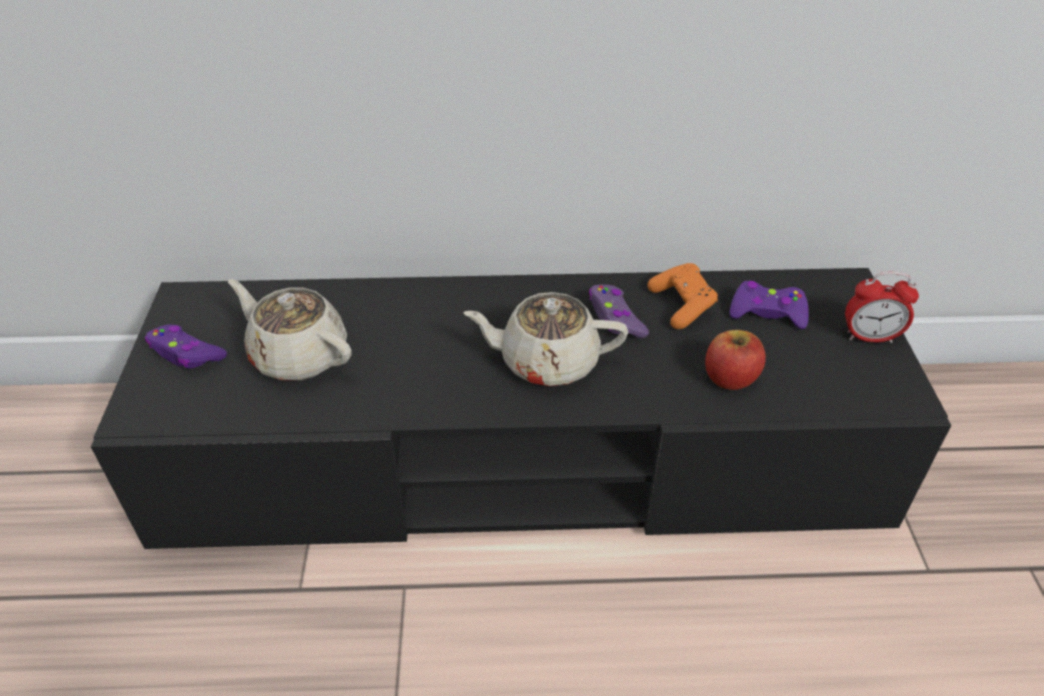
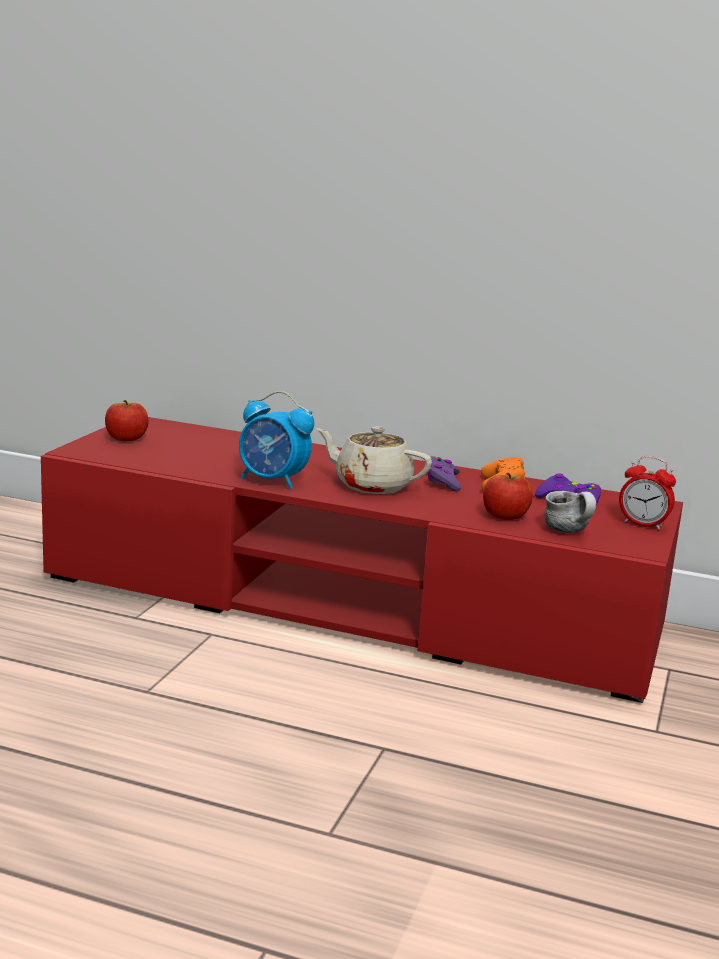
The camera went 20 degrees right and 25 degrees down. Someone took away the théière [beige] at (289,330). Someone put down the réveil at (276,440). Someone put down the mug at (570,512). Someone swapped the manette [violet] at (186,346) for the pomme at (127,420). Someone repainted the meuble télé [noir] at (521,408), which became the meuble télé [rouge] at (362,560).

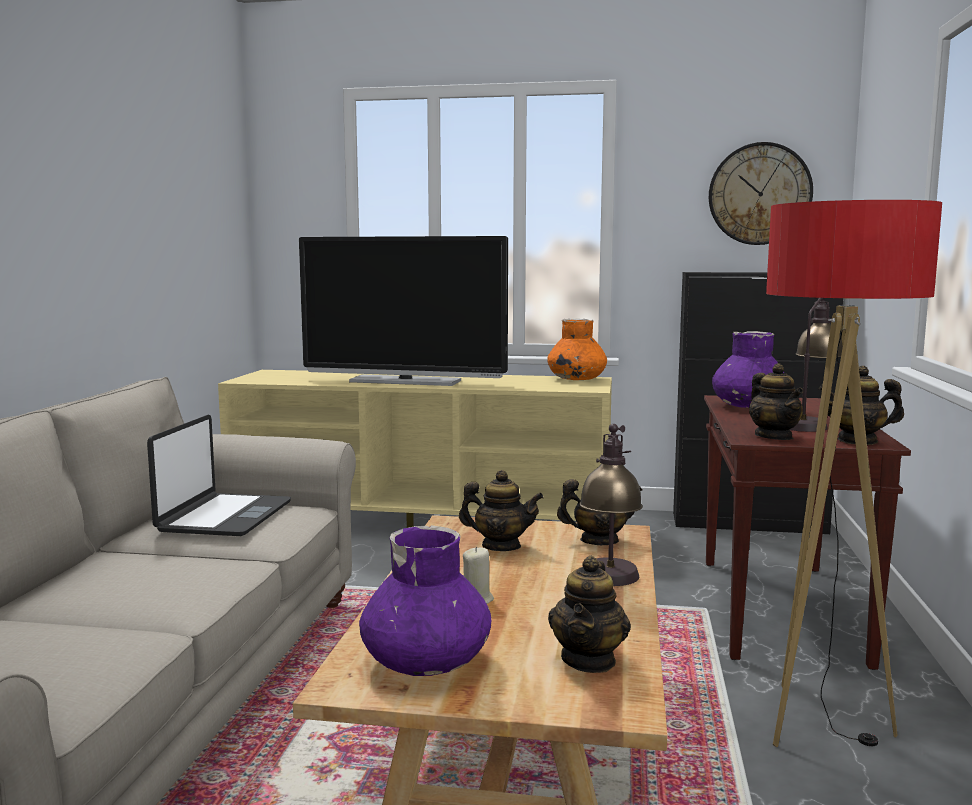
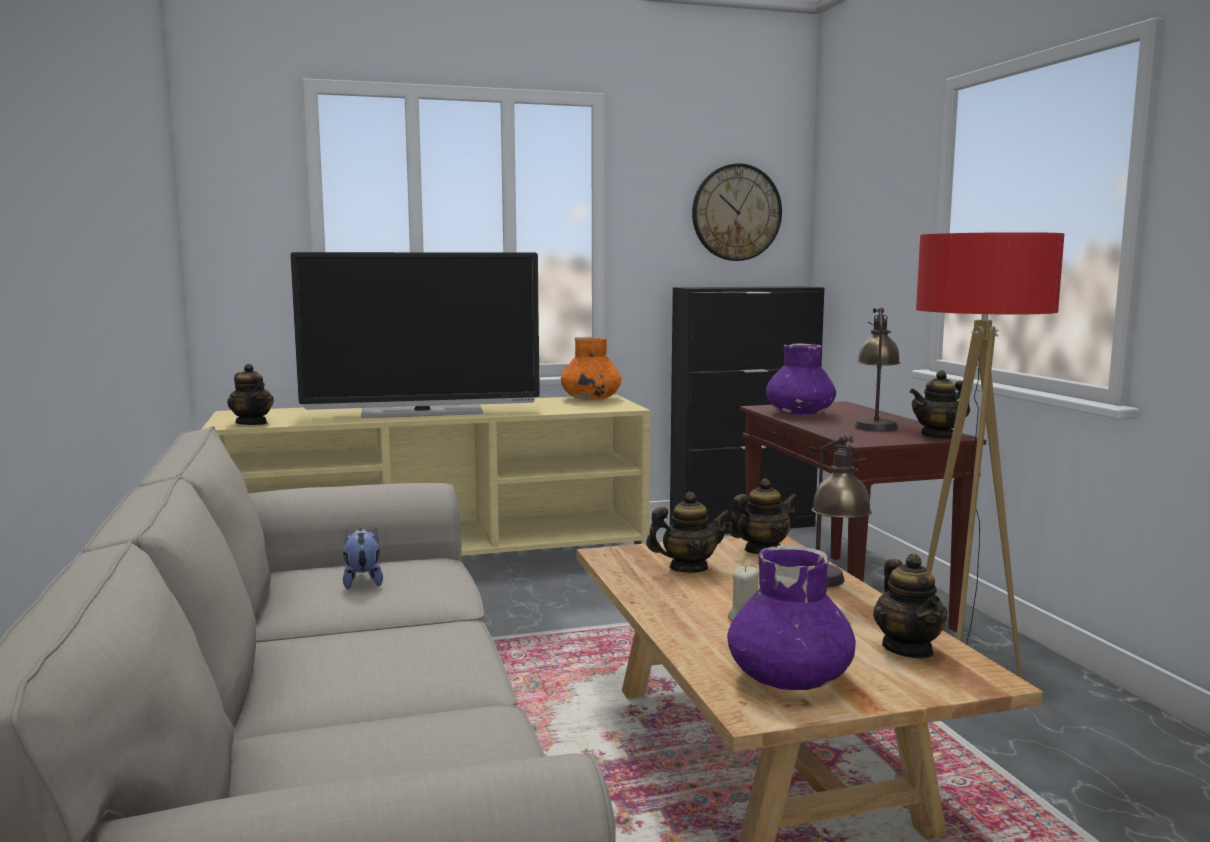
The camera went 25 degrees left and 0 degrees up. Someone carried the théière from (776,401) to (250,394). Someone swapped the ordinateur portable at (219,475) for the peluche at (363,558).

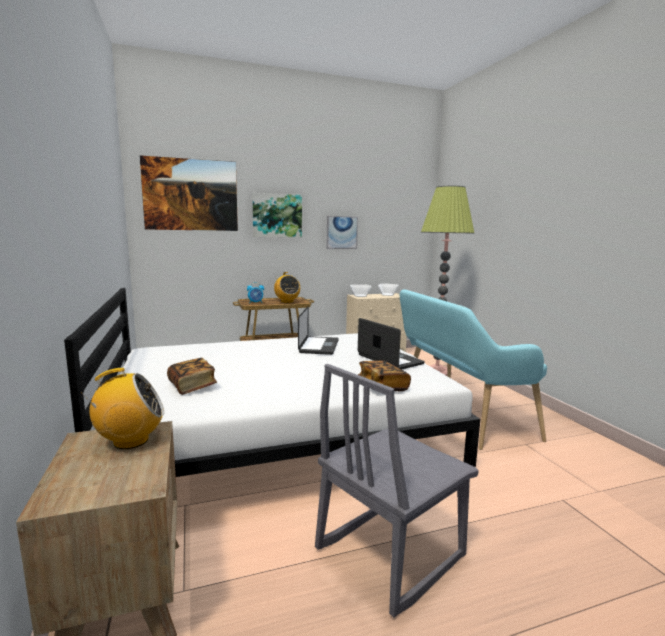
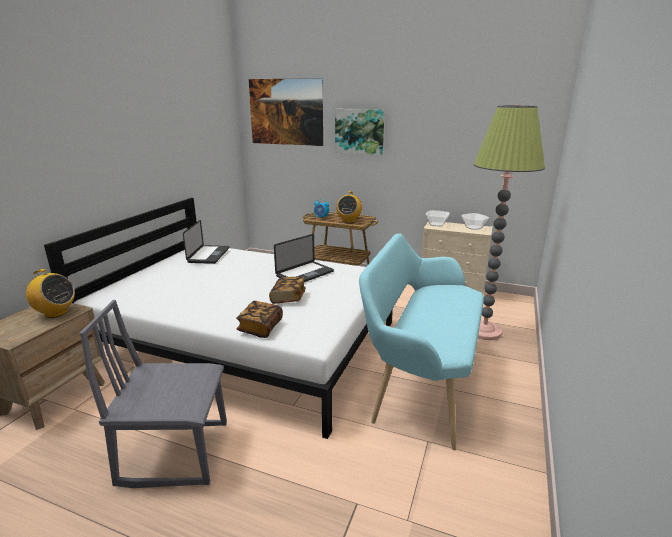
The camera went 40 degrees right and 10 degrees up. Someone took away the tableau at (342,232). Someone carried the livre from (192,376) to (287,290). Someone carried the ordinateur portable from (391,343) to (206,242).

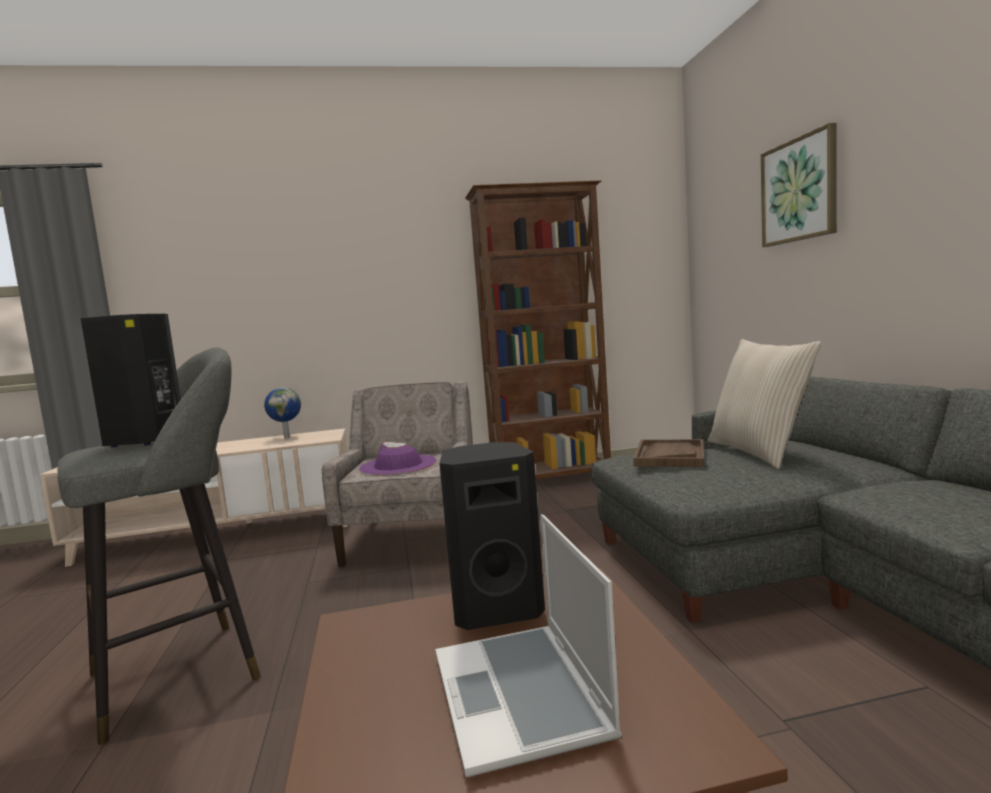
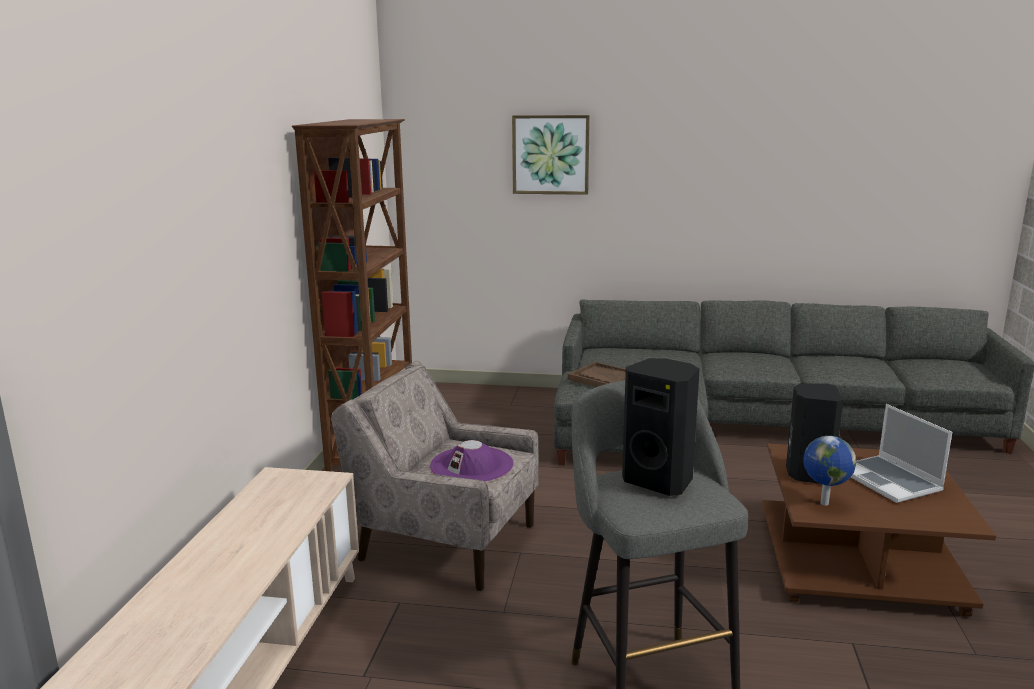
The camera went 70 degrees left and 10 degrees up. Someone took away the coussin [beige] at (764,404). Someone carried the globe from (282,412) to (829,471). Someone rotated the ordinateur portable at (528,646) by 60 degrees clockwise.

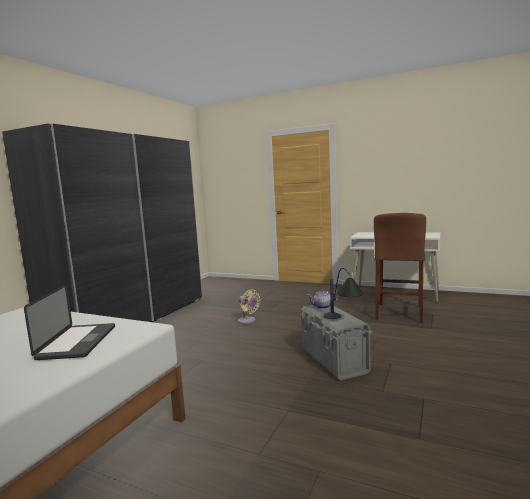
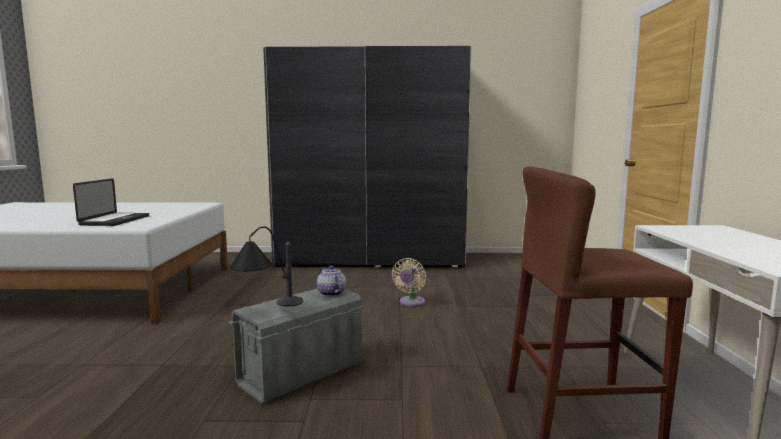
The camera went 65 degrees right and 0 degrees up. Someone rotated the ordinateur portable at (69,322) by 60 degrees counterclockwise.

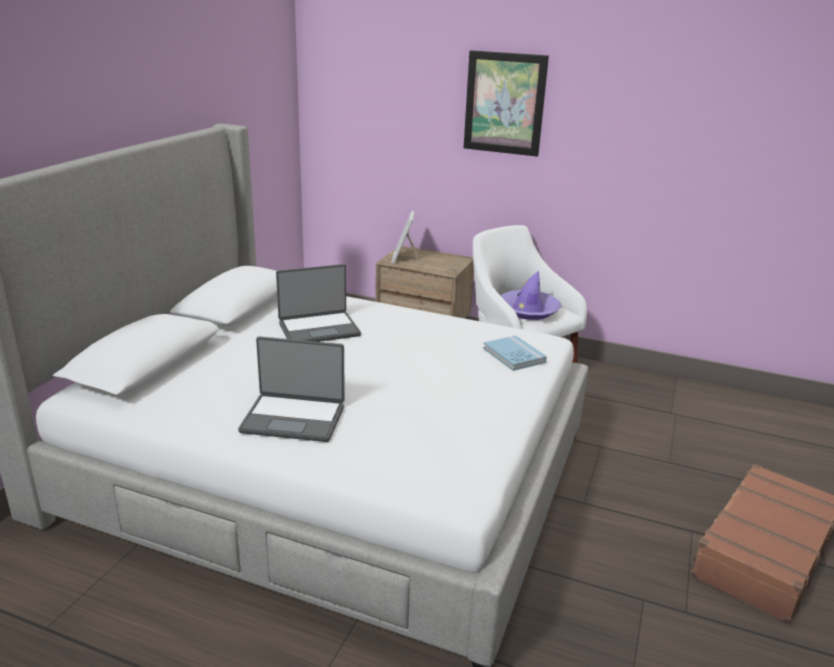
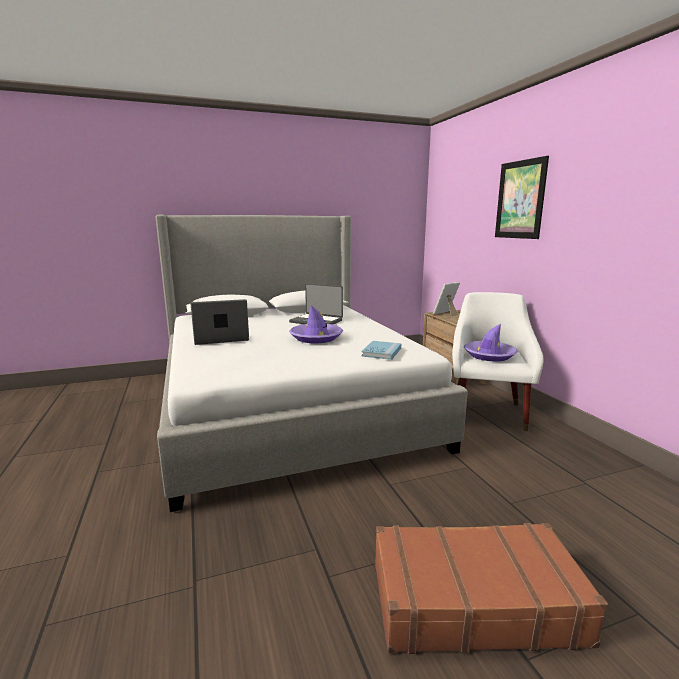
The camera went 50 degrees right and 10 degrees down. Someone put down the chapeau [violet] at (316,324). Someone rotated the ordinateur portable at (291,389) by 105 degrees clockwise.

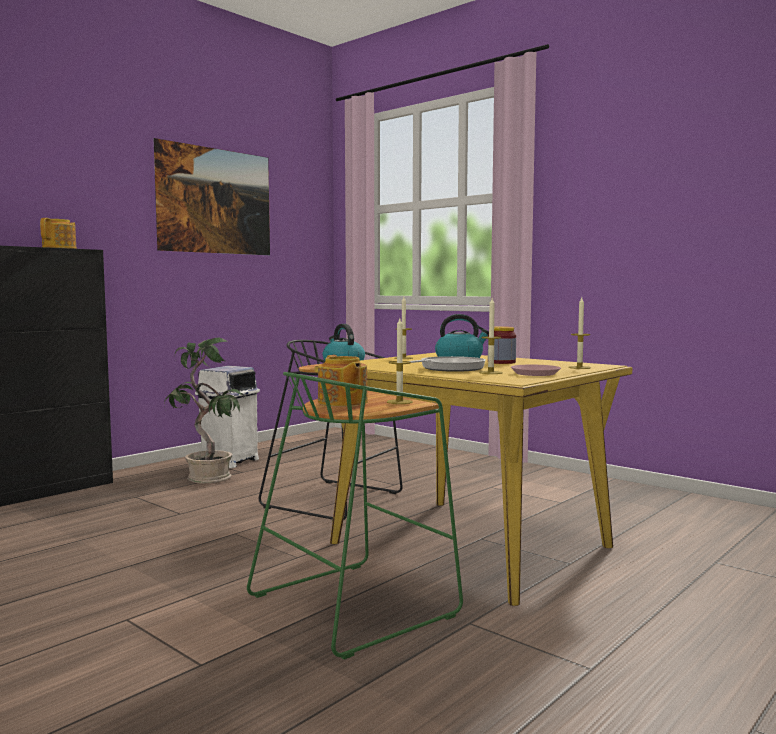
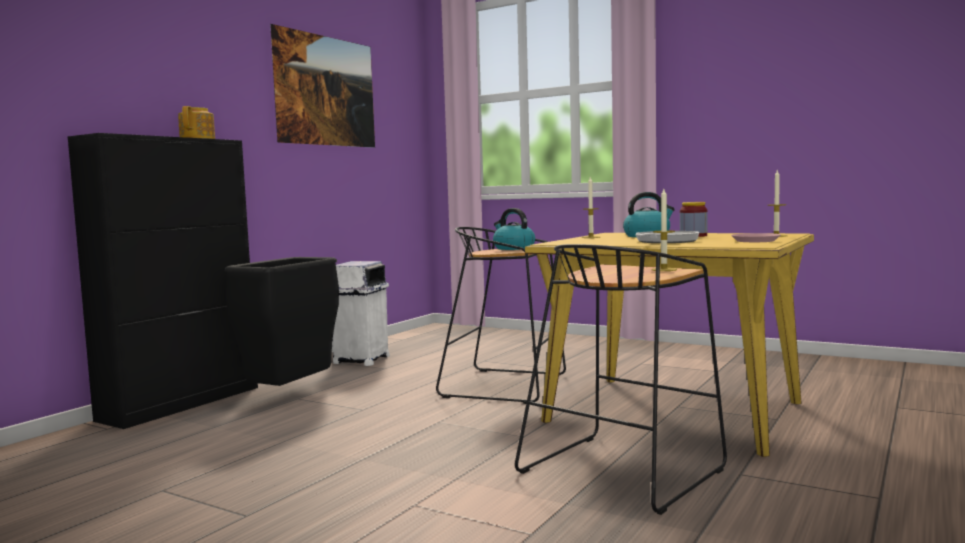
The camera went 10 degrees left and 0 degrees up. Someone took away the plante en pot at (205,410). Someone took away the théière at (343,380). Someone took away the bougie at (491,336). Someone put down the poubelle [noir] at (282,321). Someone repainted the tabouret [vert] at (355,516), which became the tabouret [noir] at (621,379).

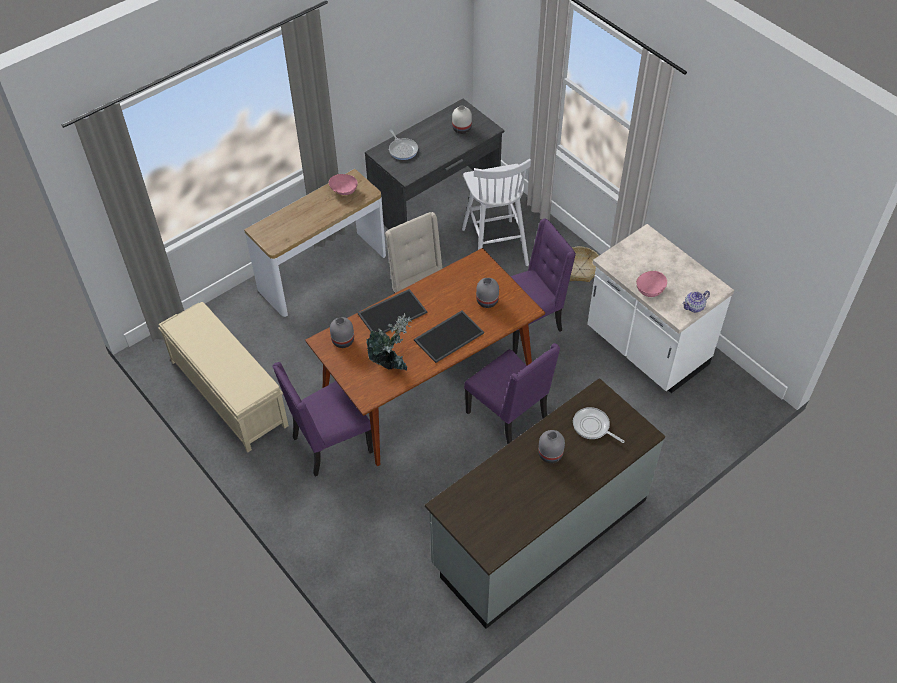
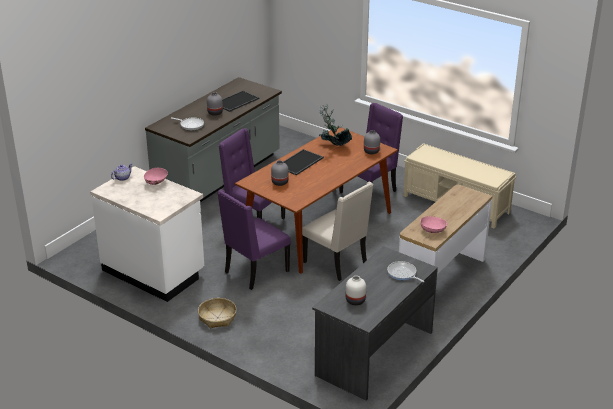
The camera went 165 degrees right and 20 degrees down. Someone took away the tabouret [blanc] at (496,212). Someone carried the plateau from (392,311) to (240,101).

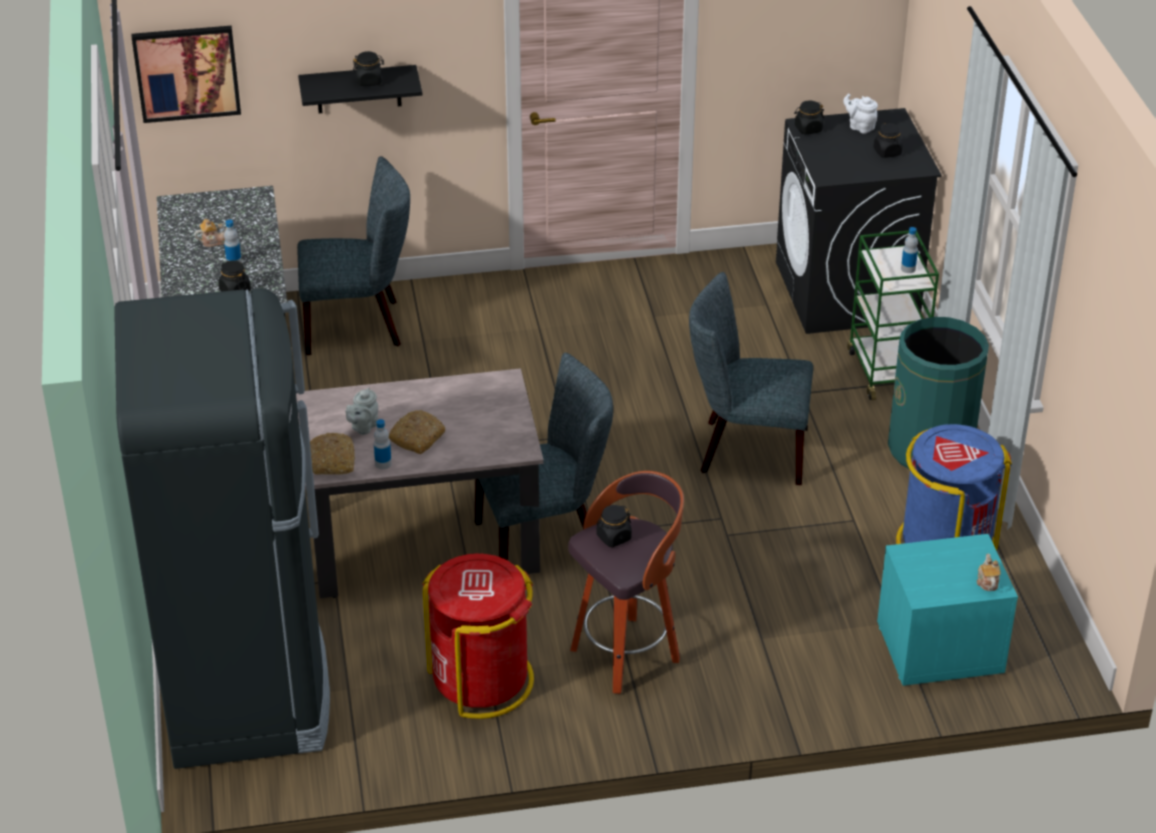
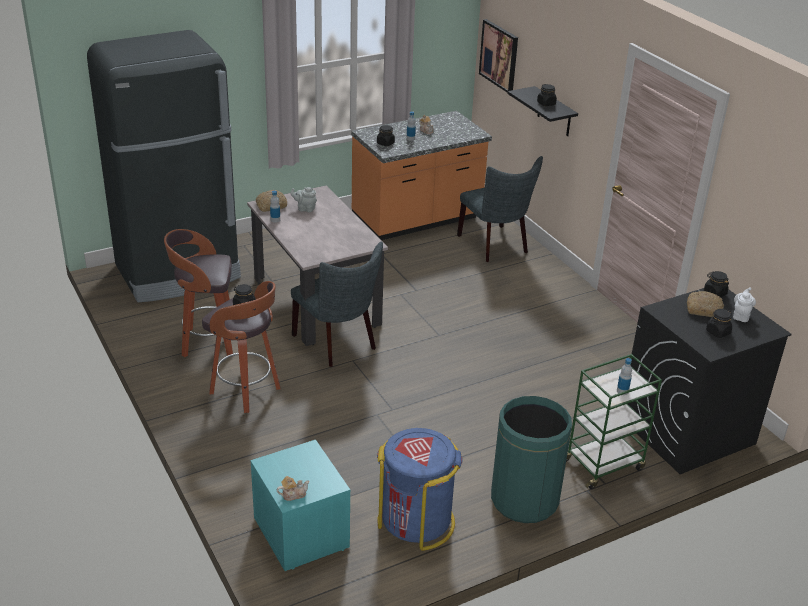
The camera went 70 degrees right and 5 degrees down. Someone took away the chaise [gris] at (751,378). Someone carried the pain from (417,432) to (705,304). Someone swapped the poubelle [rouge] at (478,636) for the tabouret at (198,293).

